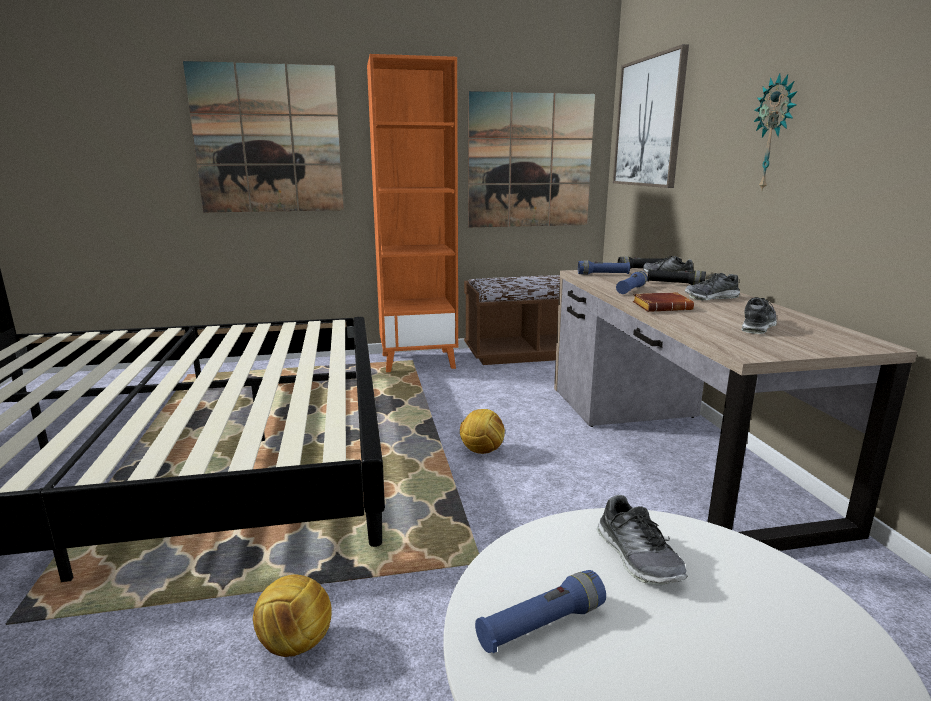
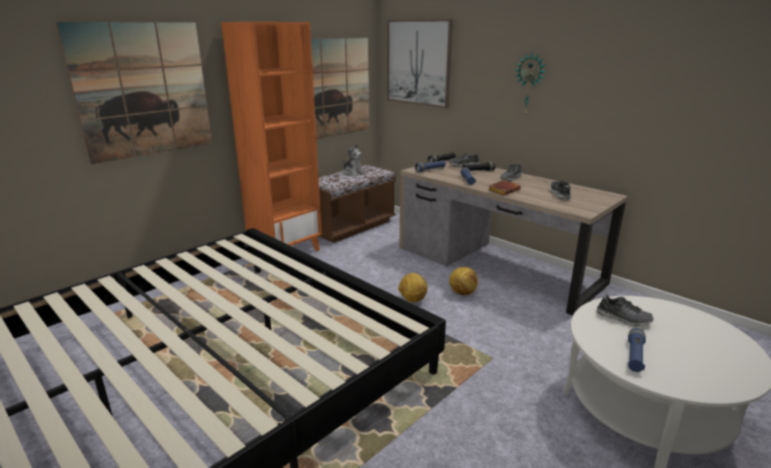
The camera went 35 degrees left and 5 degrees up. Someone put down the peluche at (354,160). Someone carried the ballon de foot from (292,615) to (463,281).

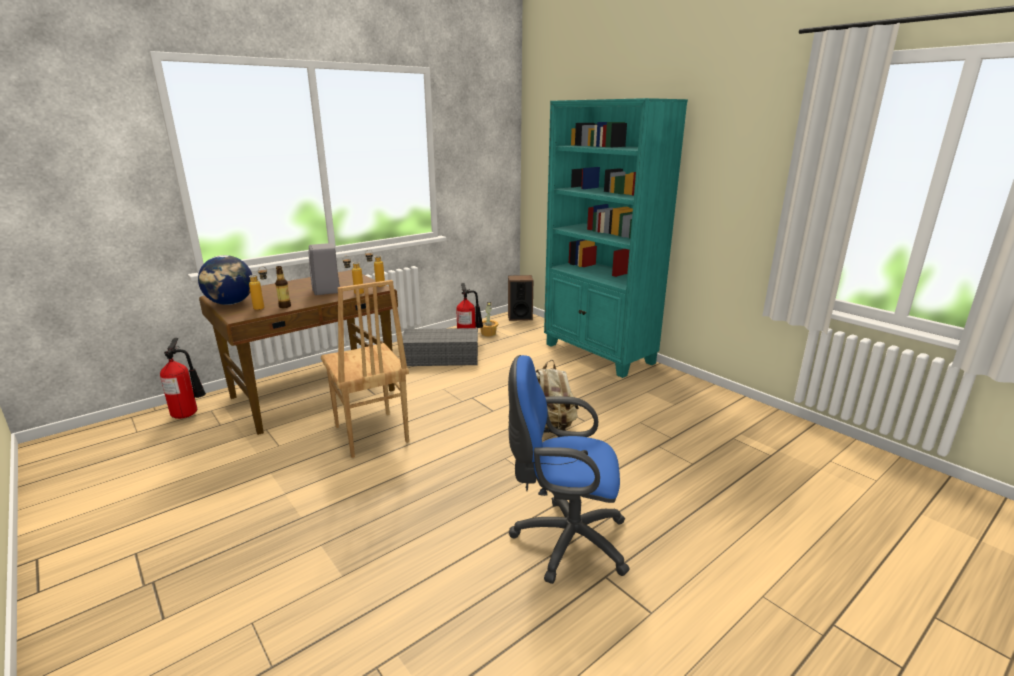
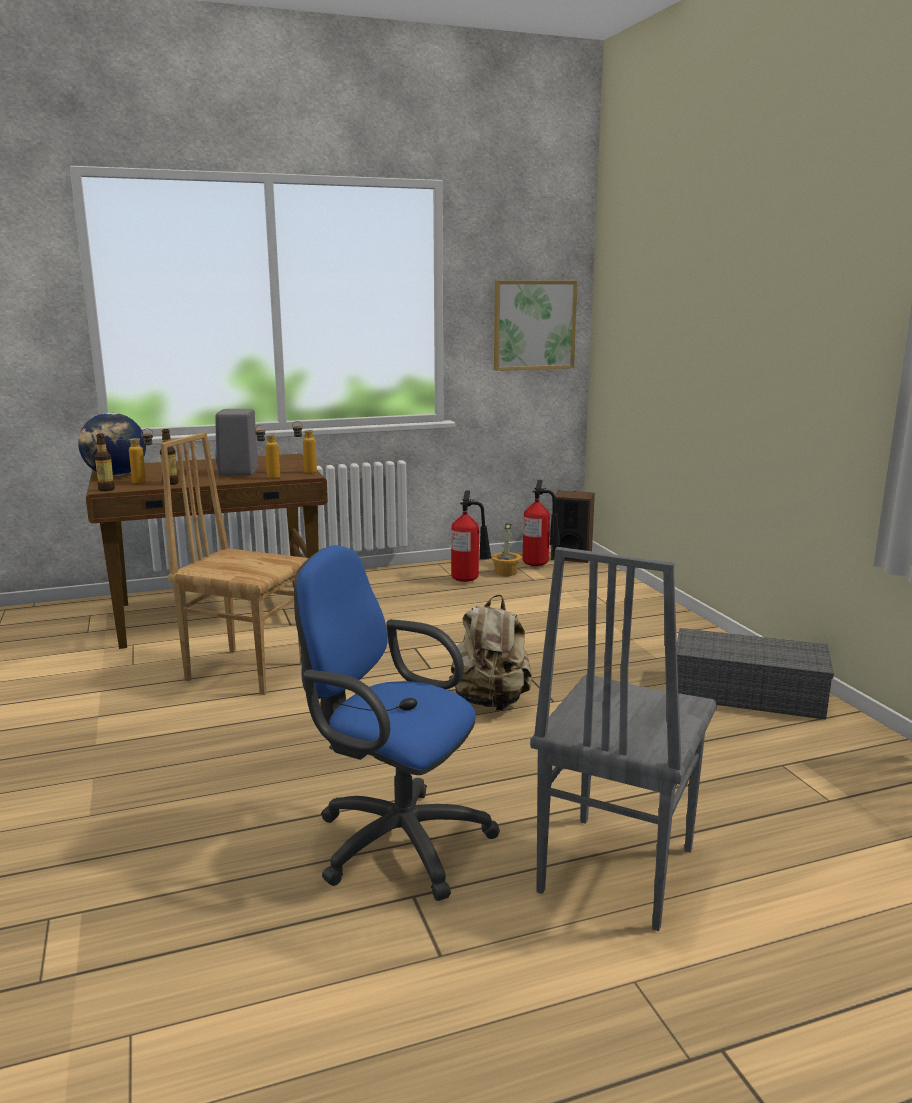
The camera went 20 degrees right and 5 degrees down. Someone took away the bibliothèque [turquoise] at (616,238). Someone put down the bouteille at (105,462). Someone put up the tableau at (535,325). Someone put down the chaise [gris] at (623,739). Someone carried the extincteur from (183,378) to (542,523). Someone carried the boîte de rangement [gris] from (440,347) to (755,674). Someone rotated the chaise [marron] at (365,369) by 120 degrees clockwise.

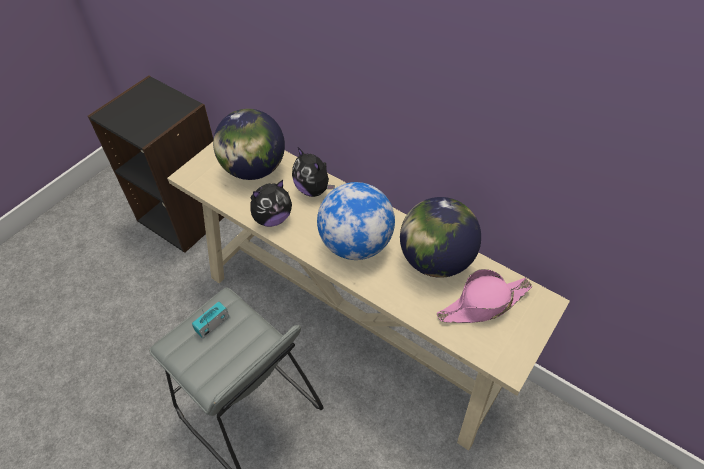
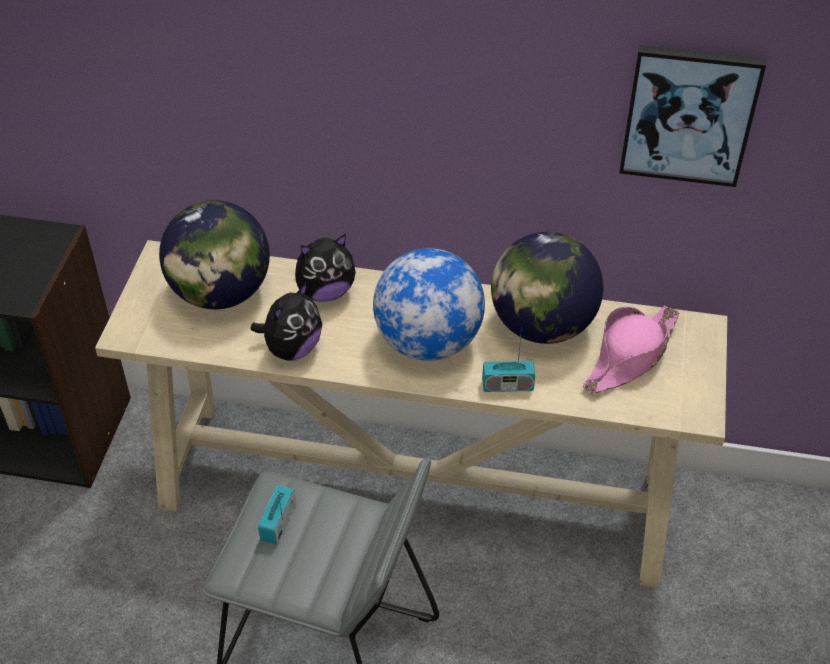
The camera went 25 degrees left and 5 degrees down. Someone put down the radio at (508,359). Someone put up the tableau at (692,116). Someone rotated the peluche at (313,172) by 45 degrees counterclockwise.

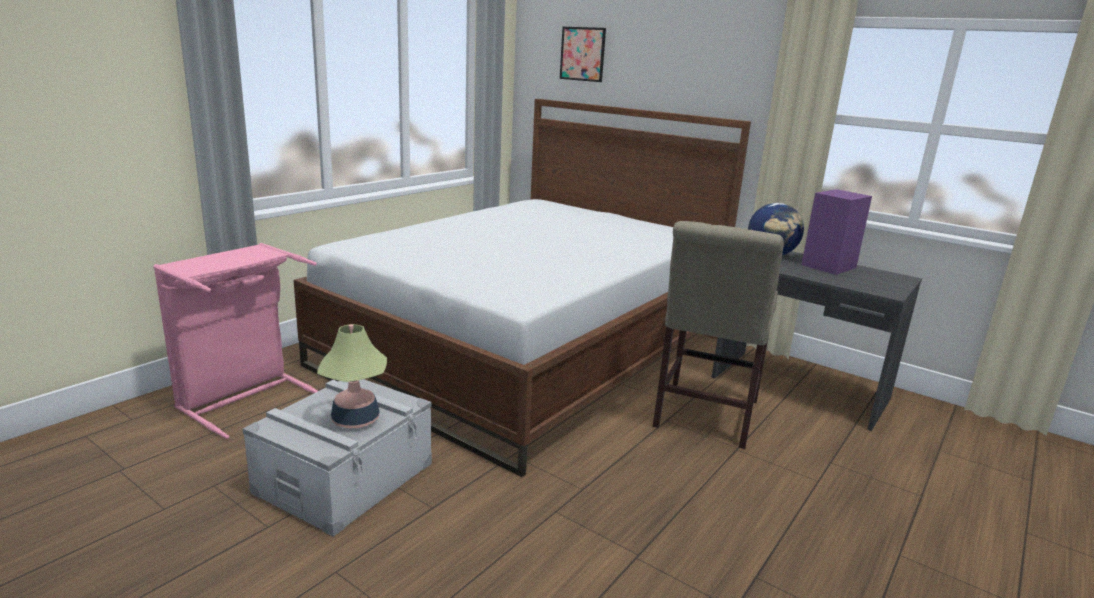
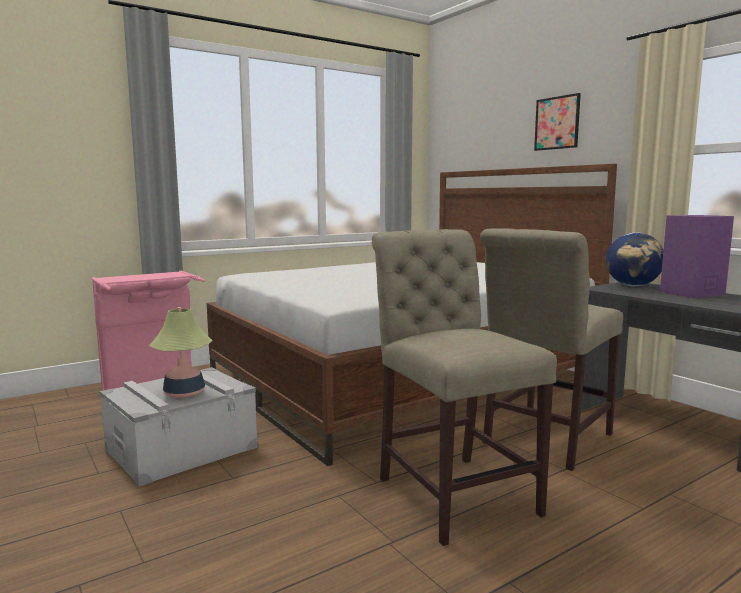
The camera went 20 degrees right and 10 degrees down. Someone put down the chaise [beige] at (464,387). Someone carried the tableau from (583,54) to (557,122).

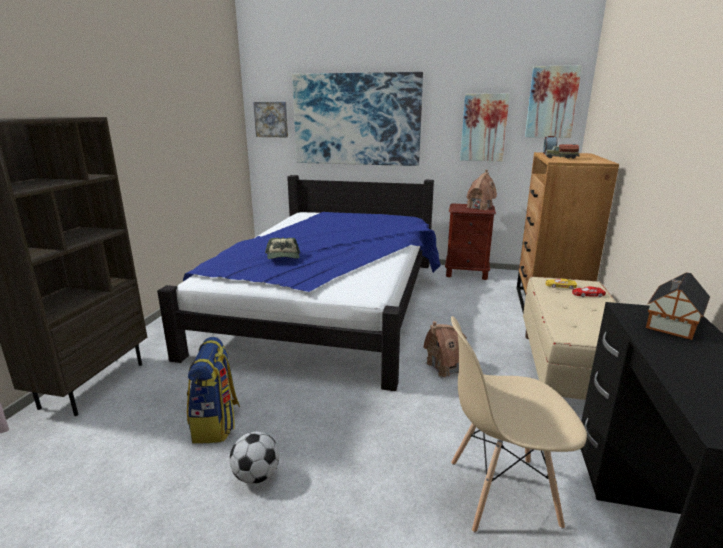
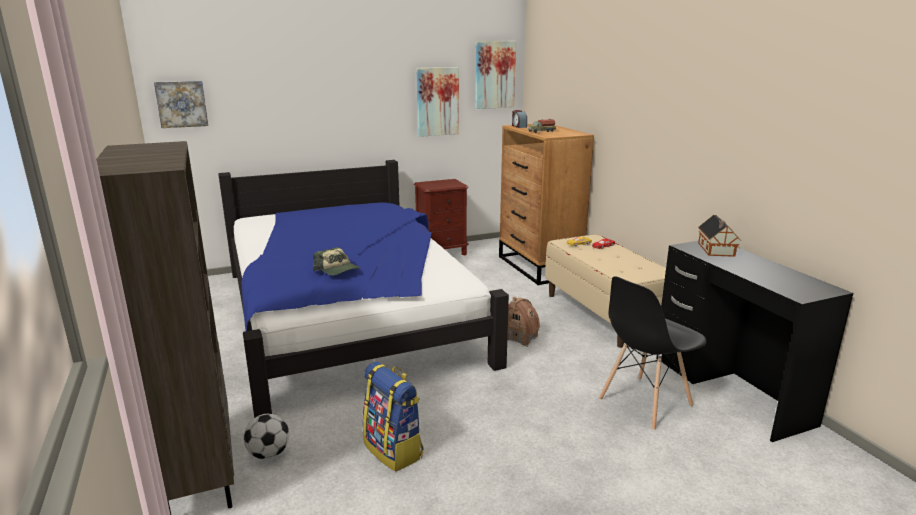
The camera went 35 degrees left and 0 degrees up. Someone took away the tableau at (357,119). Someone took away the maison miniature at (481,189). Someone carried the ballon de foot from (254,458) to (266,436). Someone repainted the chaise [beige] at (519,424), which became the chaise [noir] at (652,353).

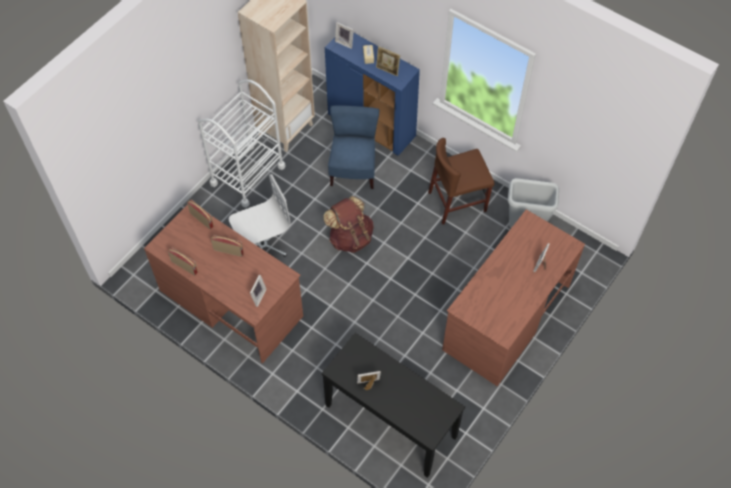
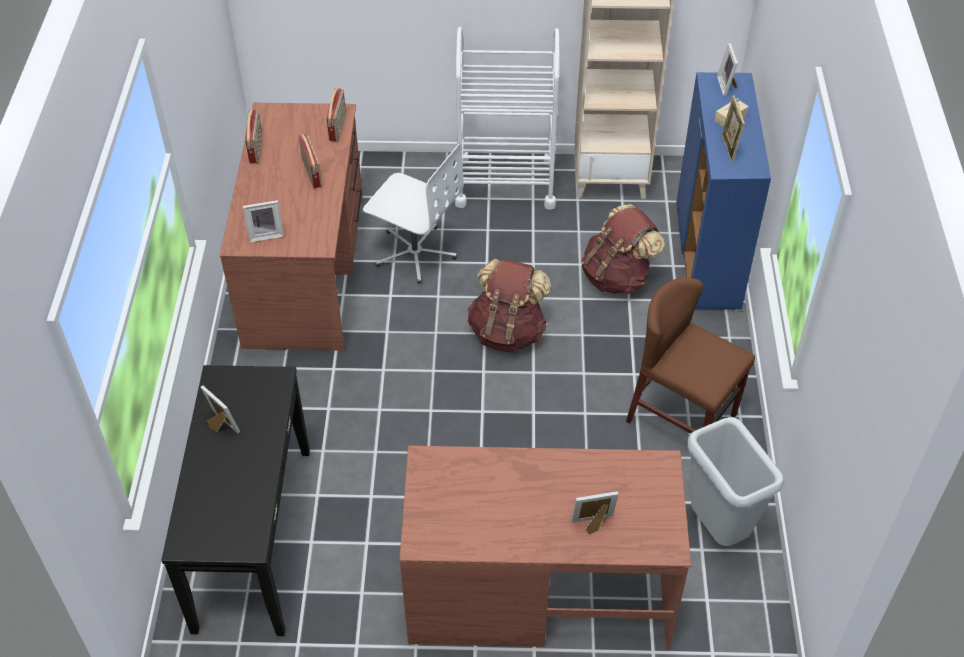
The camera went 55 degrees right and 10 degrees down. Someone swapped the chaise [bleu] at (353,147) for the sac à dos [marron] at (623,249).

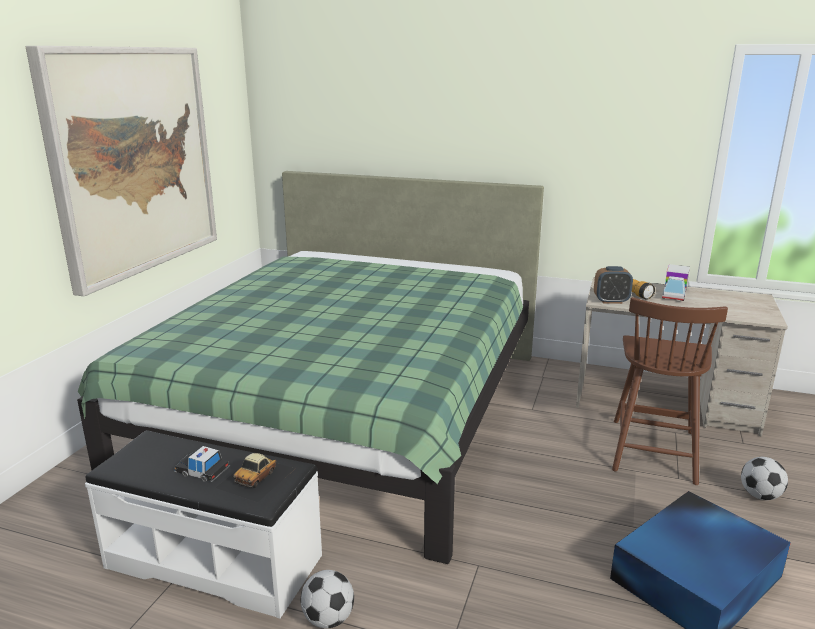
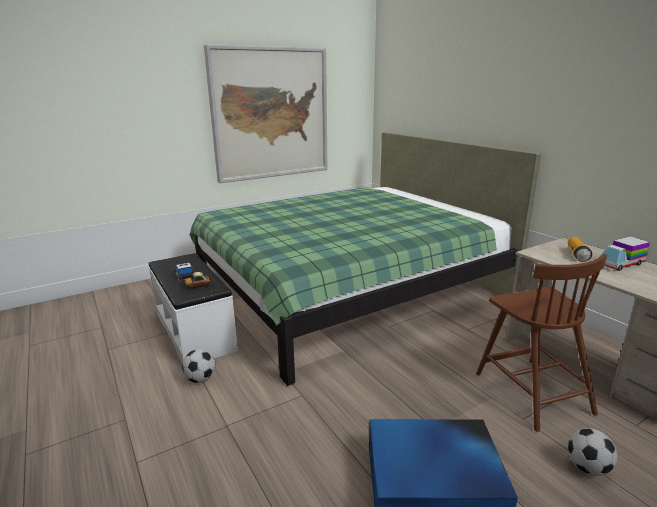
The camera went 40 degrees right and 0 degrees up. Someone took away the réveil at (613,285). Someone rotated the chaise [marron] at (670,391) by 75 degrees counterclockwise.

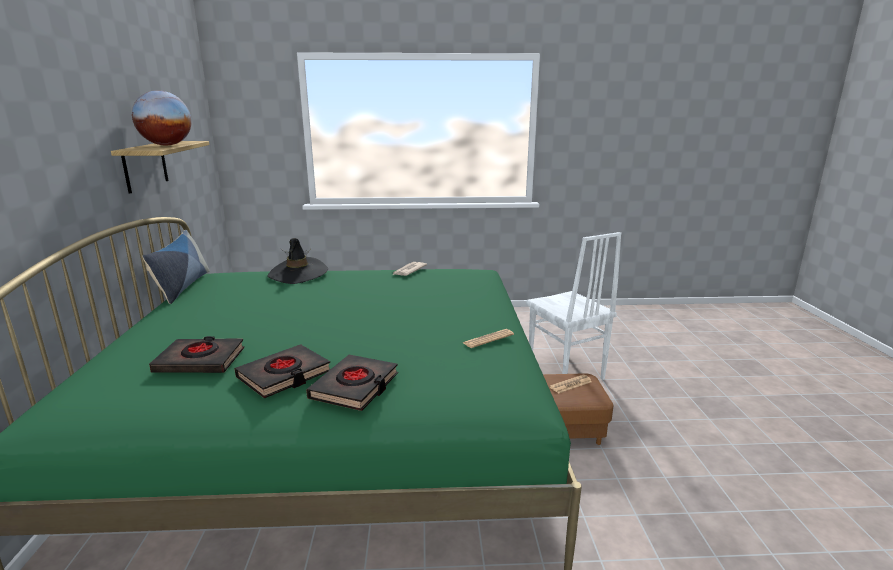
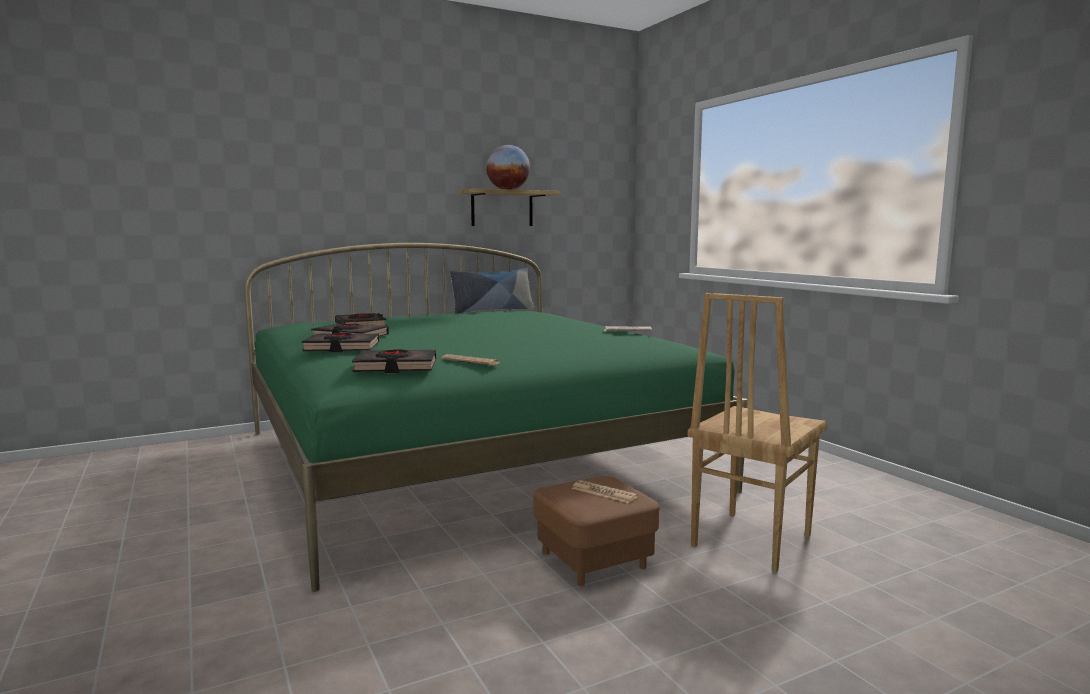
The camera went 65 degrees right and 10 degrees down. Someone took away the chapeau [noir] at (297,261). Someone put down the livre [noir] at (394,361). Someone repainted the chaise [blanc] at (573,306), which became the chaise [marron] at (758,432).

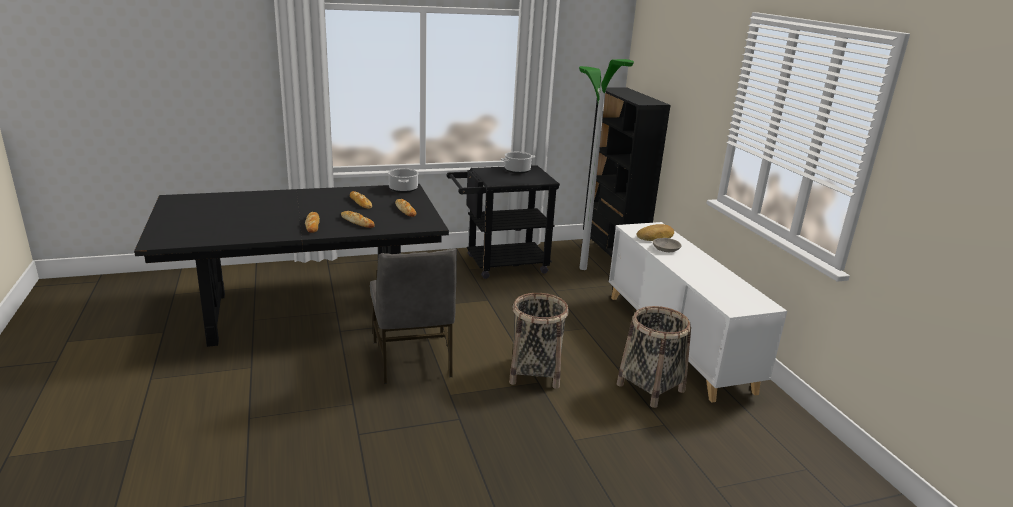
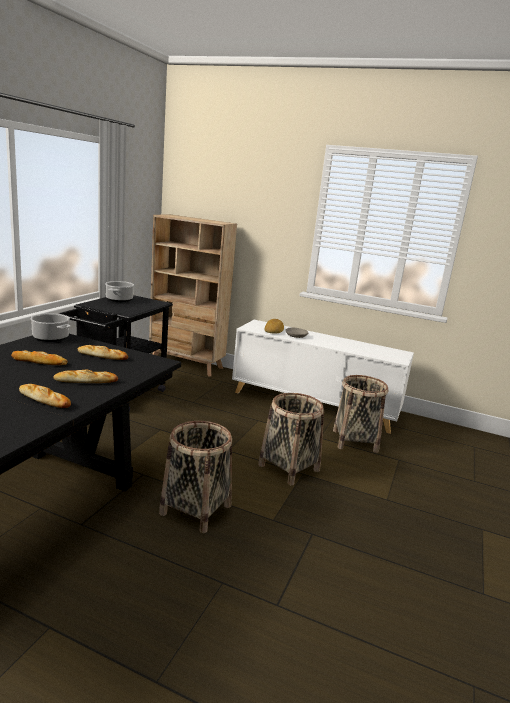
The camera went 50 degrees left and 5 degrees down. Someone took away the lampadaire at (606,164). Someone swapped the chaise [gris] at (413,316) for the panier at (195,477). Someone repainted the bibliothèque [noir] at (625,172), which became the bibliothèque [beige] at (193,295).

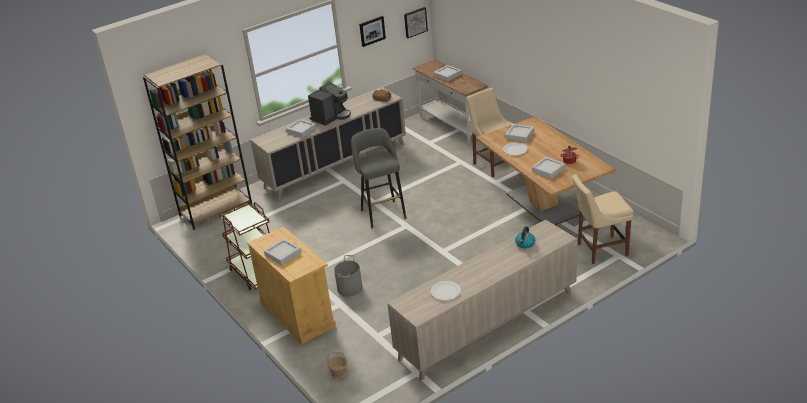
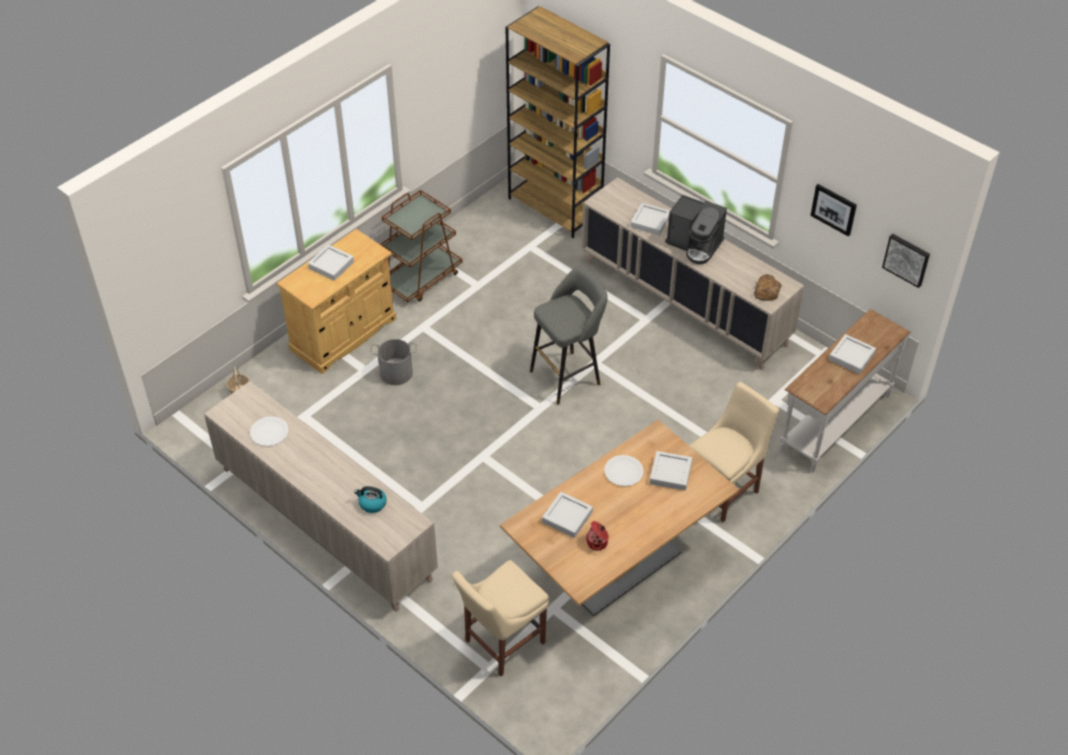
The camera went 75 degrees right and 15 degrees up. Someone rotated the chaise [beige] at (603,219) by 105 degrees counterclockwise.

